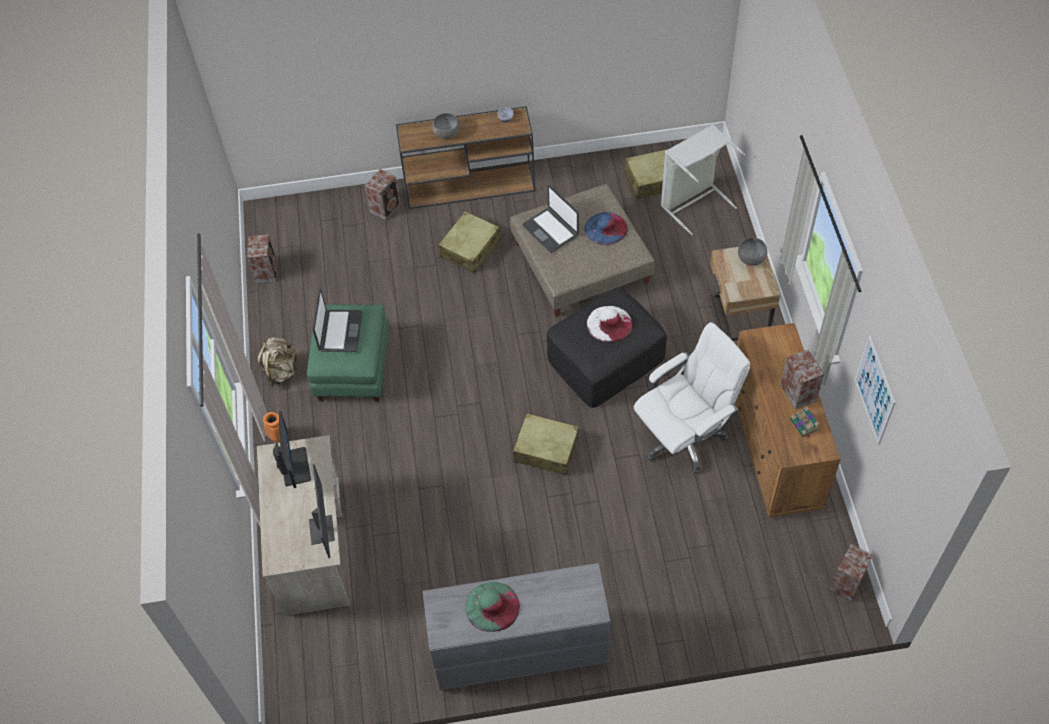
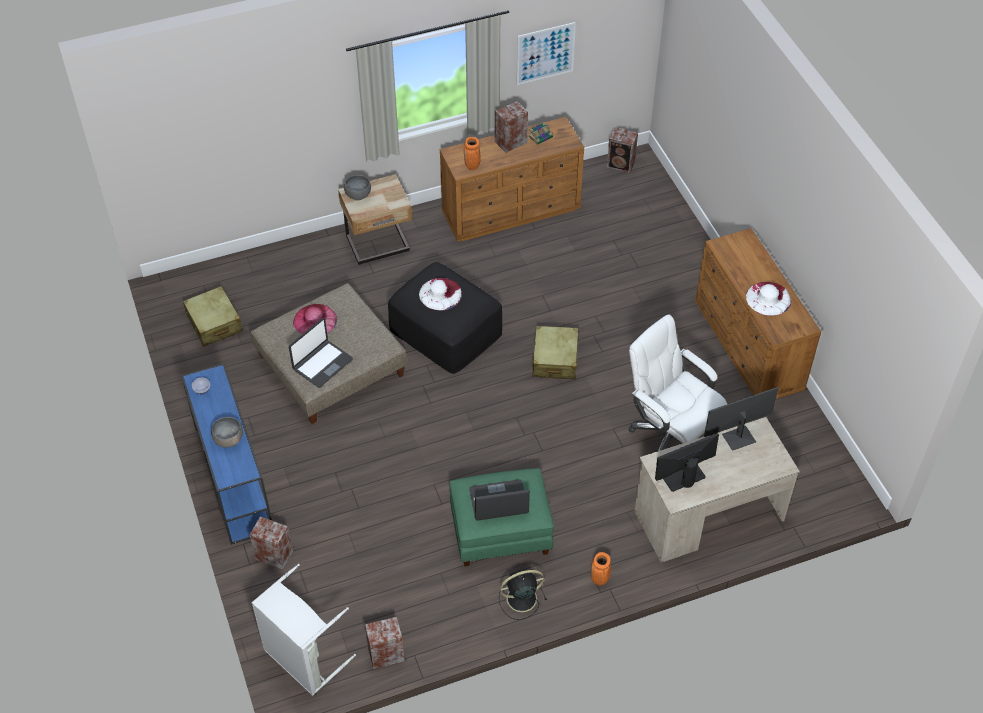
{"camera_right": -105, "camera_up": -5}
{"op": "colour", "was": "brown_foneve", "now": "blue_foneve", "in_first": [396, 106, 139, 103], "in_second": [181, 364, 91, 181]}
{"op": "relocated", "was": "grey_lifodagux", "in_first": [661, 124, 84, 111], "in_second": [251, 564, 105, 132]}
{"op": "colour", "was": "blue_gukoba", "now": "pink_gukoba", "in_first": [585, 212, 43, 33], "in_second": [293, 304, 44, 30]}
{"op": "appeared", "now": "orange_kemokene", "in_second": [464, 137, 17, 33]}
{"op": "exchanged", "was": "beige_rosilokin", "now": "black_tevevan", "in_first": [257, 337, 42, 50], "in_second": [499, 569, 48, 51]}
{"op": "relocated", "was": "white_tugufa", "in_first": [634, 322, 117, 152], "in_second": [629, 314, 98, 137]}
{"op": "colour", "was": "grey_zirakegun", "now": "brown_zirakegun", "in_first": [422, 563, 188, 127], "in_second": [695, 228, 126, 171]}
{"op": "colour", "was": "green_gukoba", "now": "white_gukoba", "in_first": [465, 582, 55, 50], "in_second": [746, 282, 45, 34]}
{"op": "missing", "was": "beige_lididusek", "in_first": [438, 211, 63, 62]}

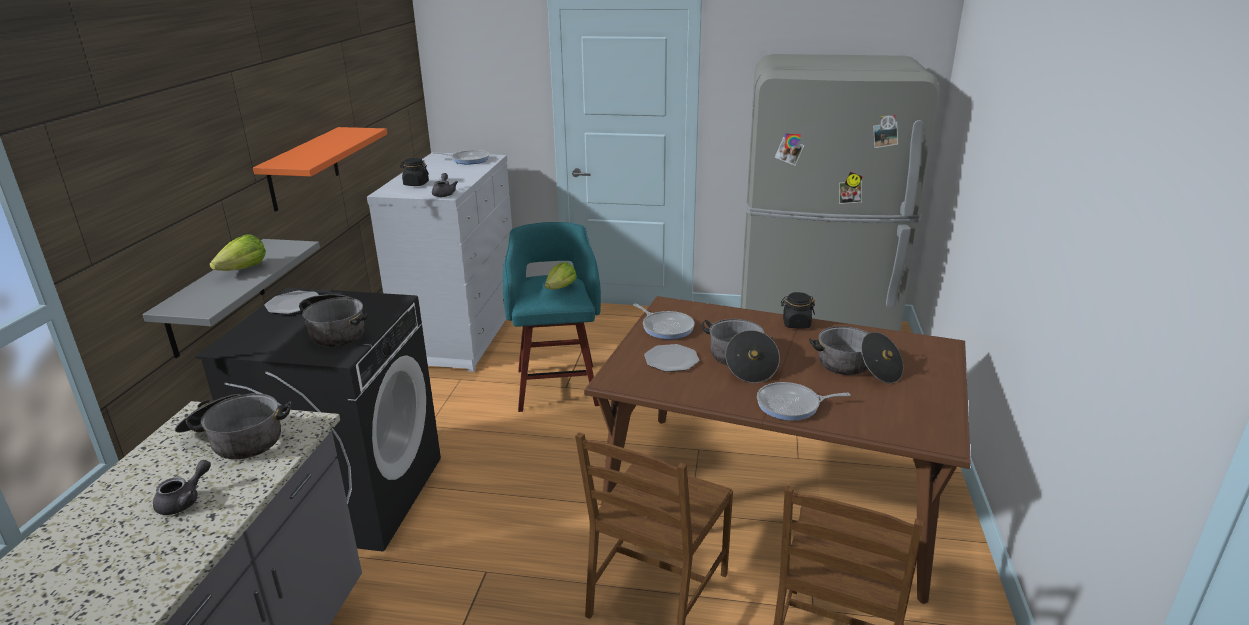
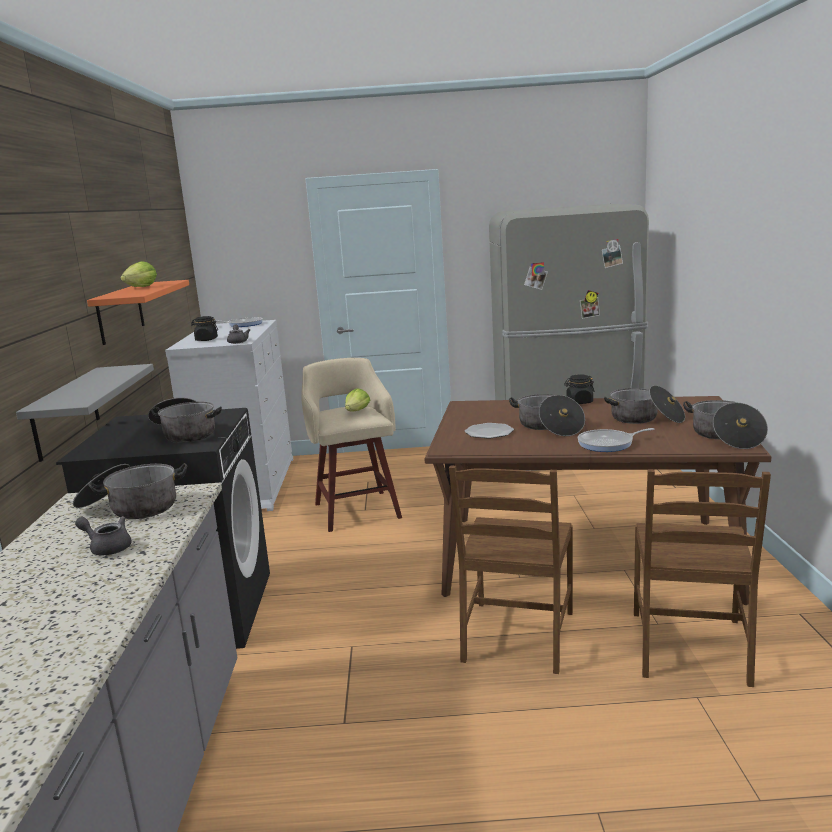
{"camera_right": -10, "camera_up": -10}
{"op": "spun", "was": "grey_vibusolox", "in_first": [153, 460, 58, 55], "in_second": [75, 516, 57, 40], "clockwise": -90}
{"op": "relocated", "was": "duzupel", "in_first": [210, 234, 56, 37], "in_second": [120, 261, 37, 26]}
{"op": "colour", "was": "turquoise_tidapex", "now": "beige_tidapex", "in_first": [503, 222, 98, 190], "in_second": [301, 358, 101, 174]}
{"op": "appeared", "now": "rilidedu", "in_second": [683, 400, 85, 49]}
{"op": "missing", "was": "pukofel", "in_first": [264, 291, 55, 23]}
{"op": "missing", "was": "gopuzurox", "in_first": [633, 304, 62, 35]}

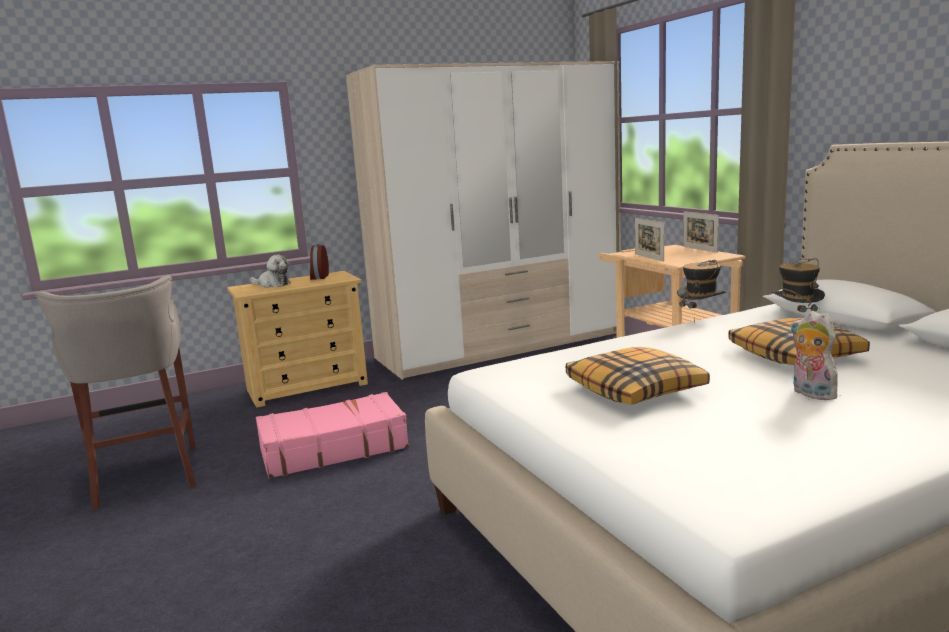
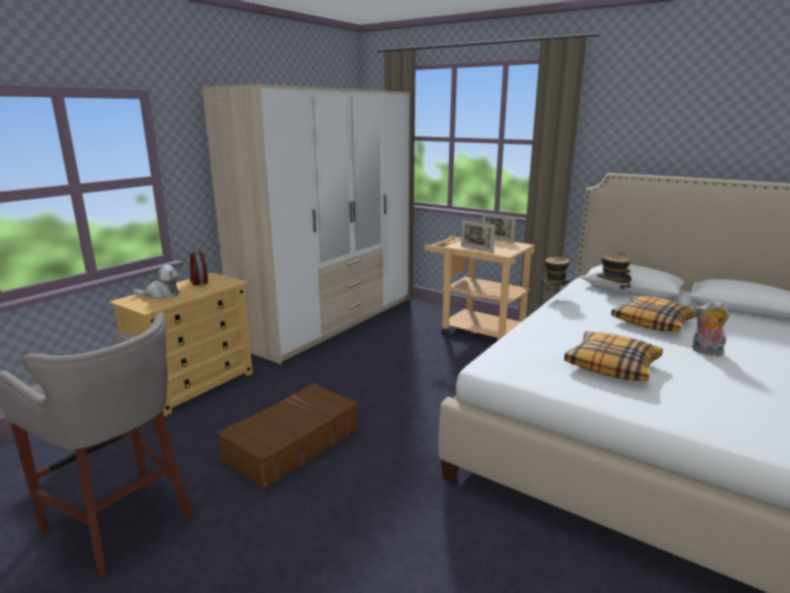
{"camera_right": -30, "camera_up": 5}
{"op": "colour", "was": "pink_lididusek", "now": "brown_lididusek", "in_first": [256, 392, 153, 87], "in_second": [218, 383, 141, 106]}

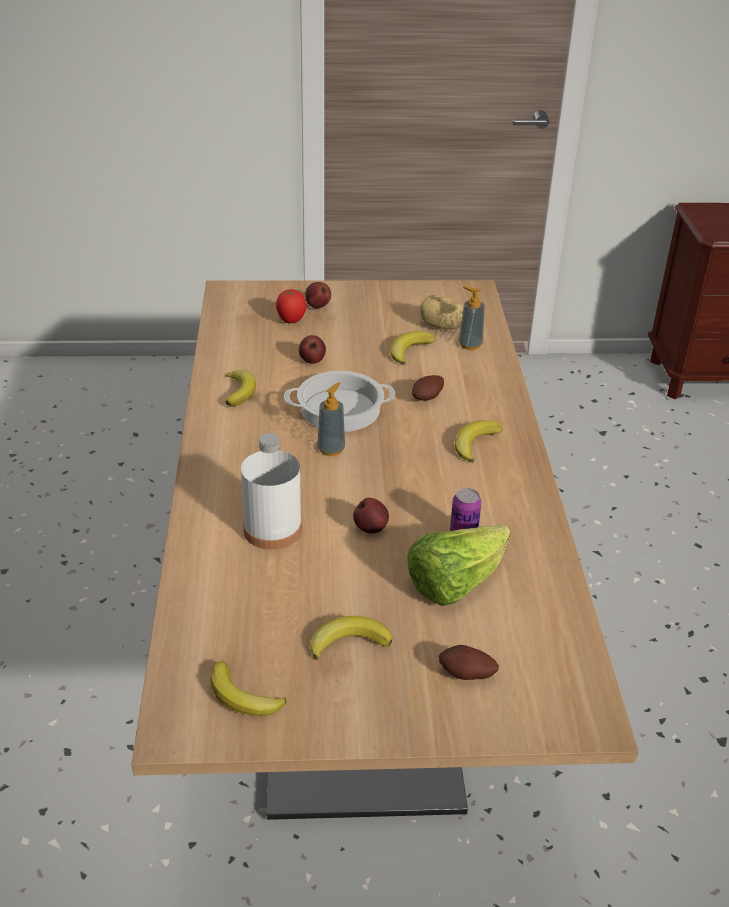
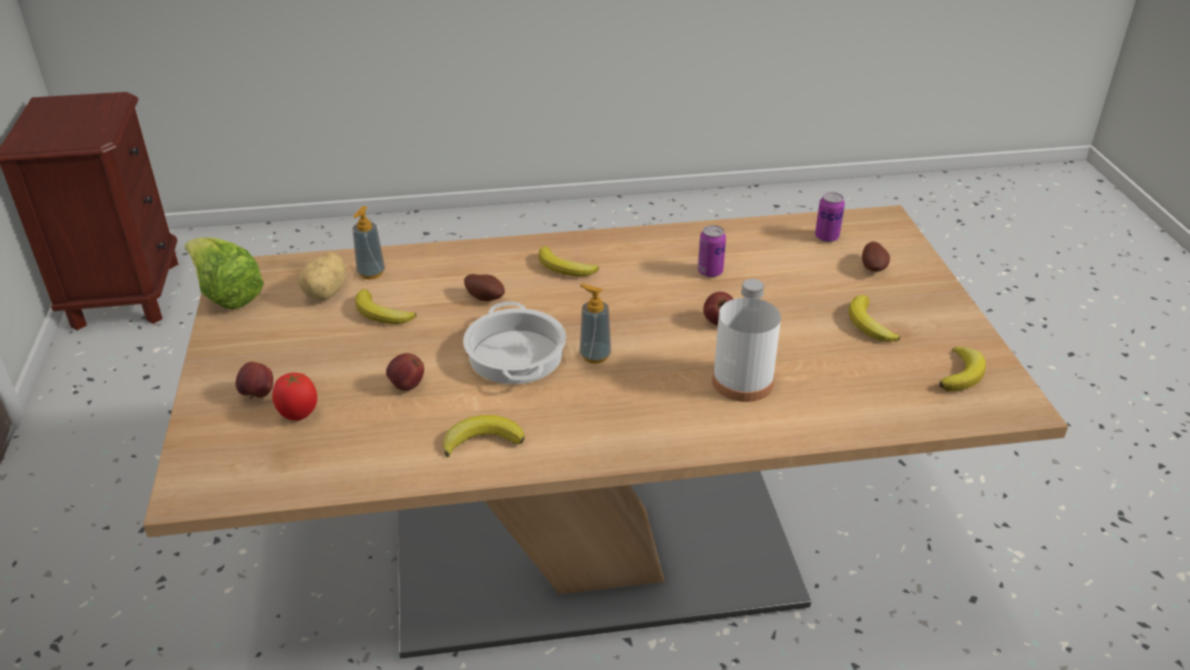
{"camera_right": -95, "camera_up": 0}
{"op": "relocated", "was": "duzupel", "in_first": [407, 525, 103, 81], "in_second": [185, 237, 79, 73]}
{"op": "appeared", "now": "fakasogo", "in_second": [815, 192, 30, 50]}

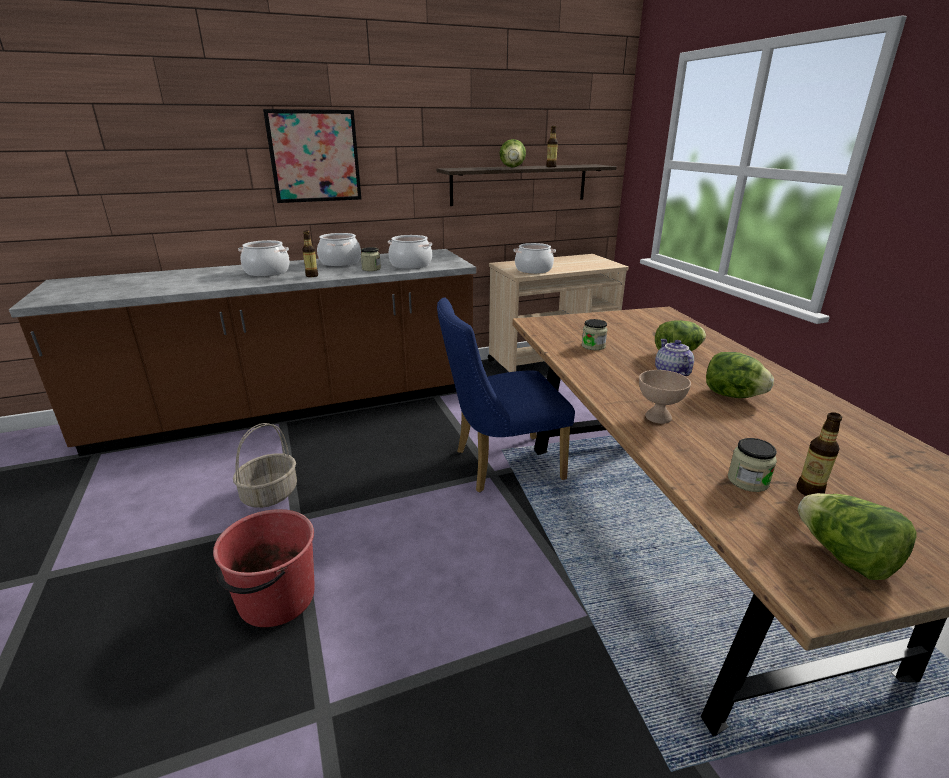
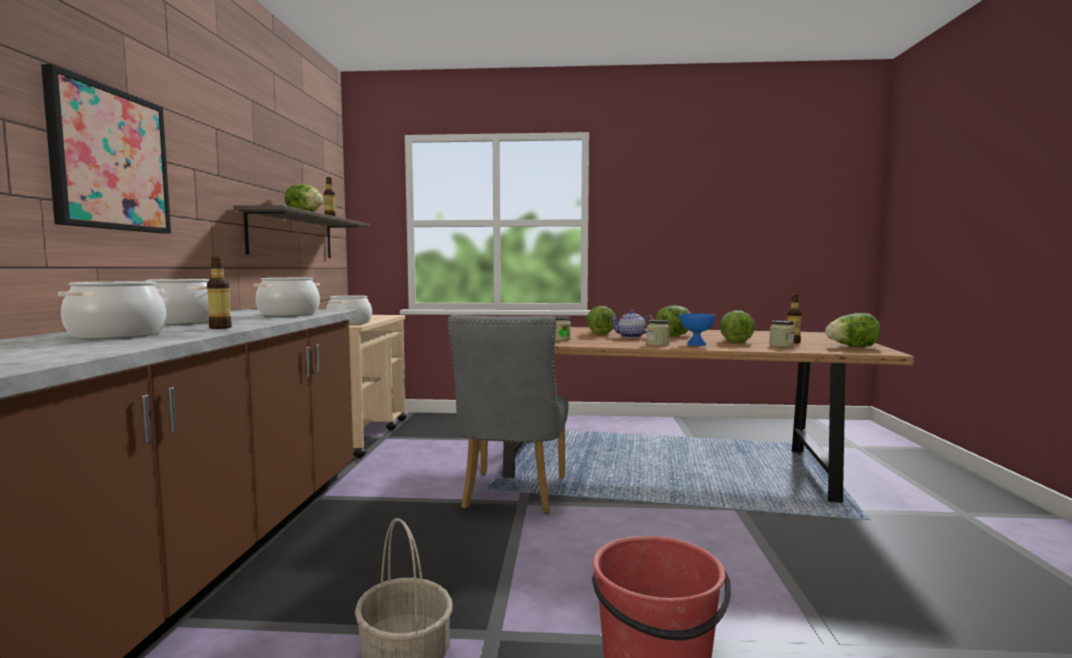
{"camera_right": -65, "camera_up": -20}
{"op": "colour", "was": "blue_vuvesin", "now": "grey_vuvesin", "in_first": [437, 297, 138, 195], "in_second": [448, 315, 121, 199]}
{"op": "relocated", "was": "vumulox", "in_first": [361, 247, 20, 24], "in_second": [647, 320, 23, 26]}
{"op": "colour", "was": "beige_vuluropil", "now": "blue_vuluropil", "in_first": [639, 370, 52, 54], "in_second": [680, 313, 35, 33]}
{"op": "appeared", "now": "duzupel", "in_second": [720, 310, 35, 33]}

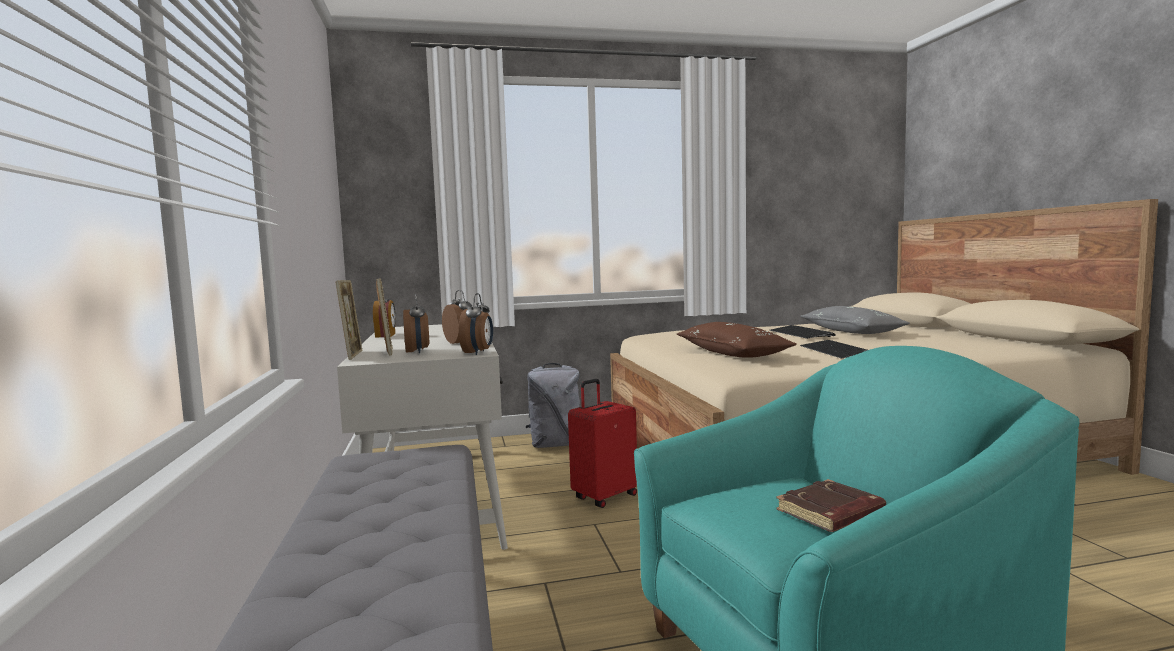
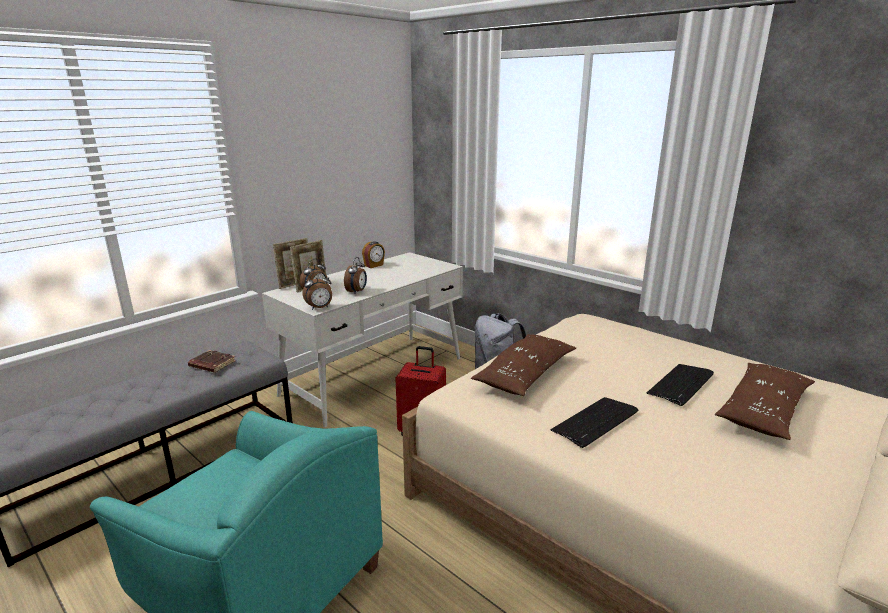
{"camera_right": 55, "camera_up": 15}
{"op": "relocated", "was": "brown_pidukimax", "in_first": [776, 479, 110, 53], "in_second": [188, 350, 48, 23]}
{"op": "colour", "was": "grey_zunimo", "now": "brown_zunimo", "in_first": [800, 306, 110, 28], "in_second": [715, 363, 100, 77]}

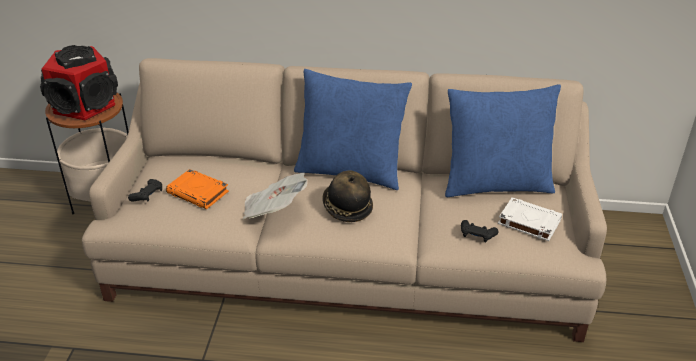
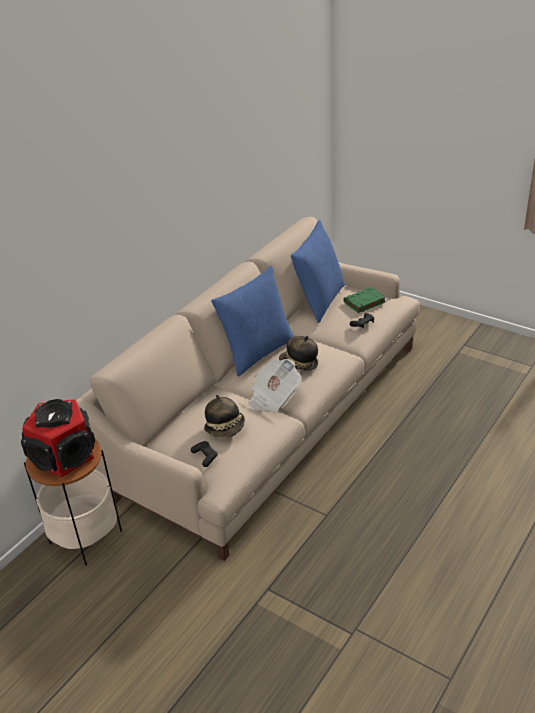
{"camera_right": -60, "camera_up": 0}
{"op": "exchanged", "was": "orange_pidukimax", "now": "gukoba", "in_first": [166, 169, 63, 40], "in_second": [204, 395, 41, 43]}
{"op": "colour", "was": "white_pidukimax", "now": "green_pidukimax", "in_first": [498, 197, 64, 44], "in_second": [343, 287, 43, 26]}

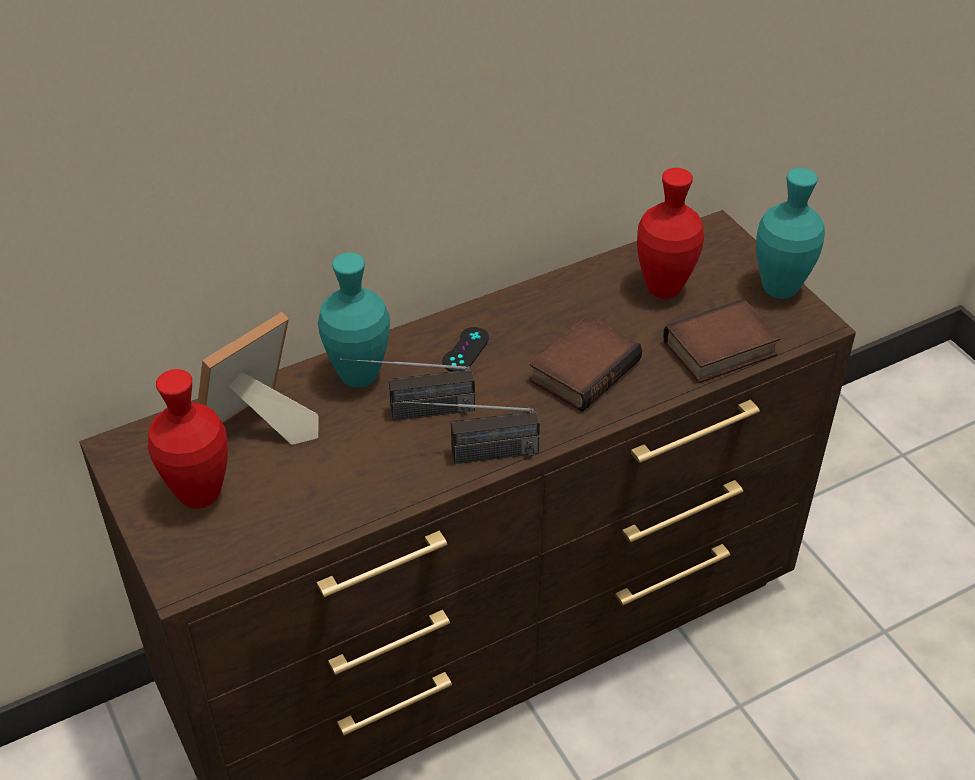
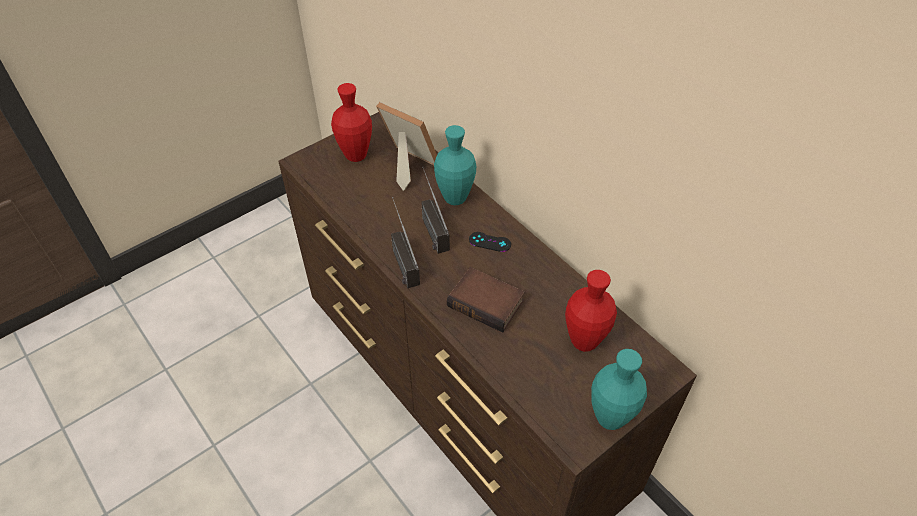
{"camera_right": 80, "camera_up": 5}
{"op": "missing", "was": "pidukimax", "in_first": [663, 299, 118, 84]}

